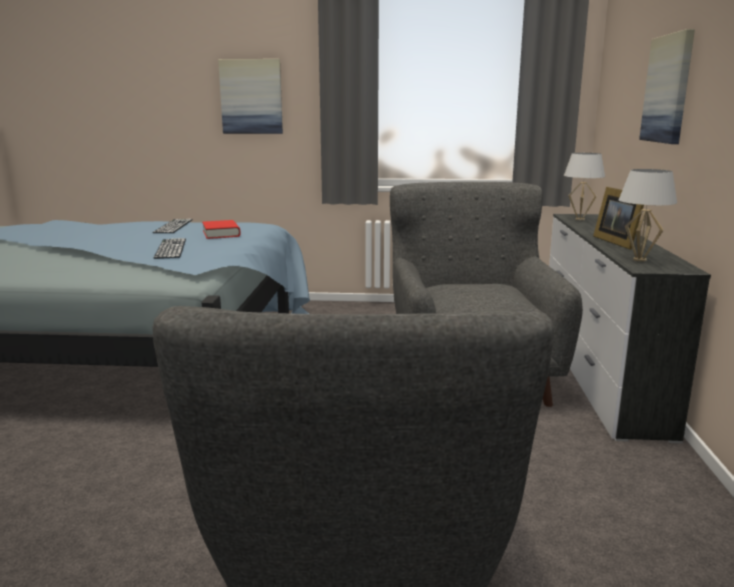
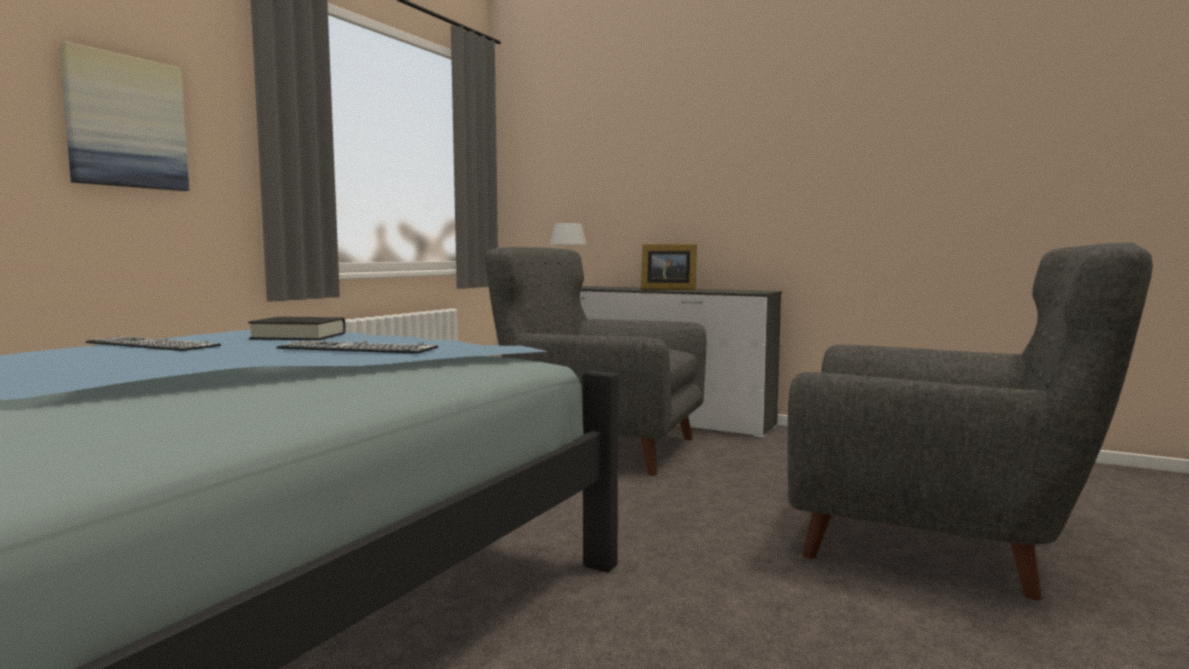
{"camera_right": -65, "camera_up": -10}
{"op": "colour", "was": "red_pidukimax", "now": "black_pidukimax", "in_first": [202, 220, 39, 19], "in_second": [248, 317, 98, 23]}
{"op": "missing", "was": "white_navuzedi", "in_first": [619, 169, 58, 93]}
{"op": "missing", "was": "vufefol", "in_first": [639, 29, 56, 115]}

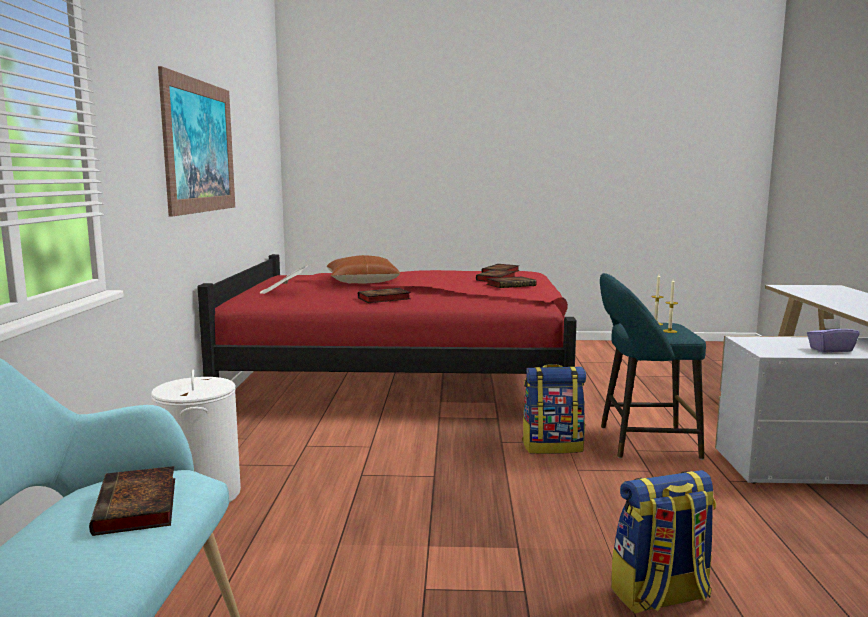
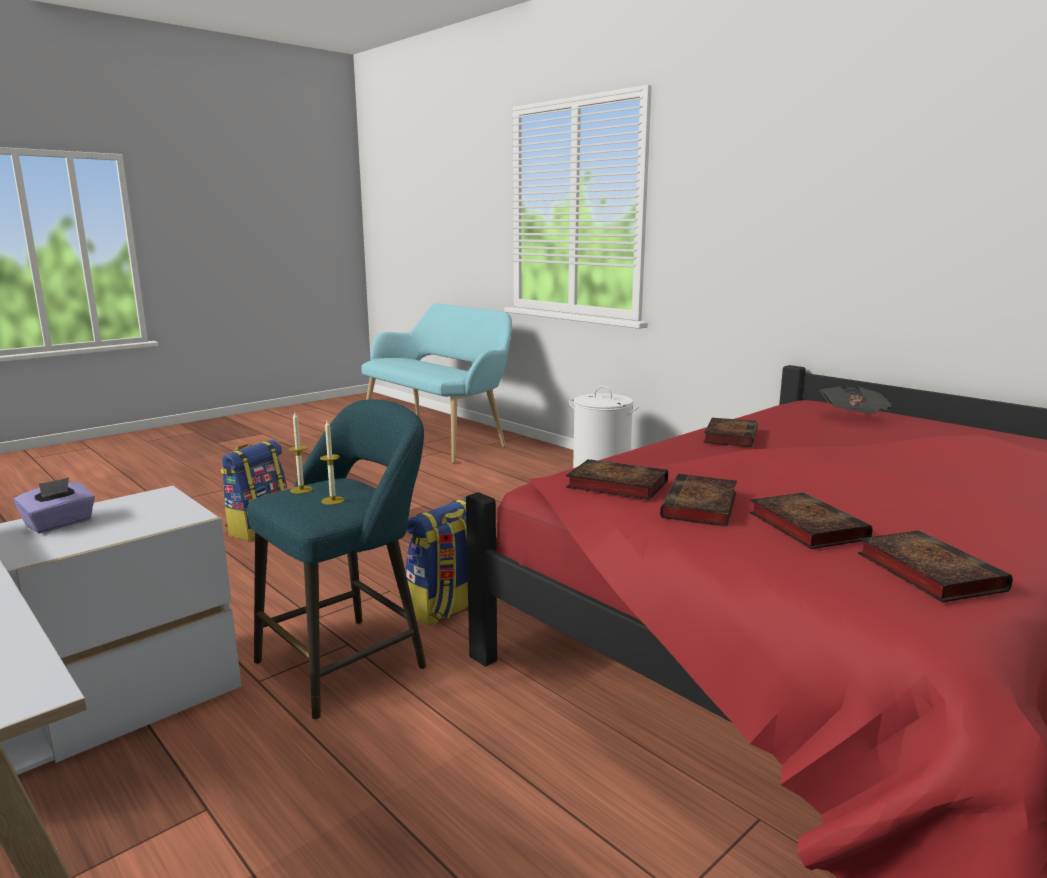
{"camera_right": 135, "camera_up": 5}
{"op": "relocated", "was": "pidukimax", "in_first": [89, 466, 86, 70], "in_second": [566, 459, 102, 41]}
{"op": "missing", "was": "vufefol", "in_first": [158, 66, 77, 151]}
{"op": "missing", "was": "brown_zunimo", "in_first": [327, 255, 73, 28]}

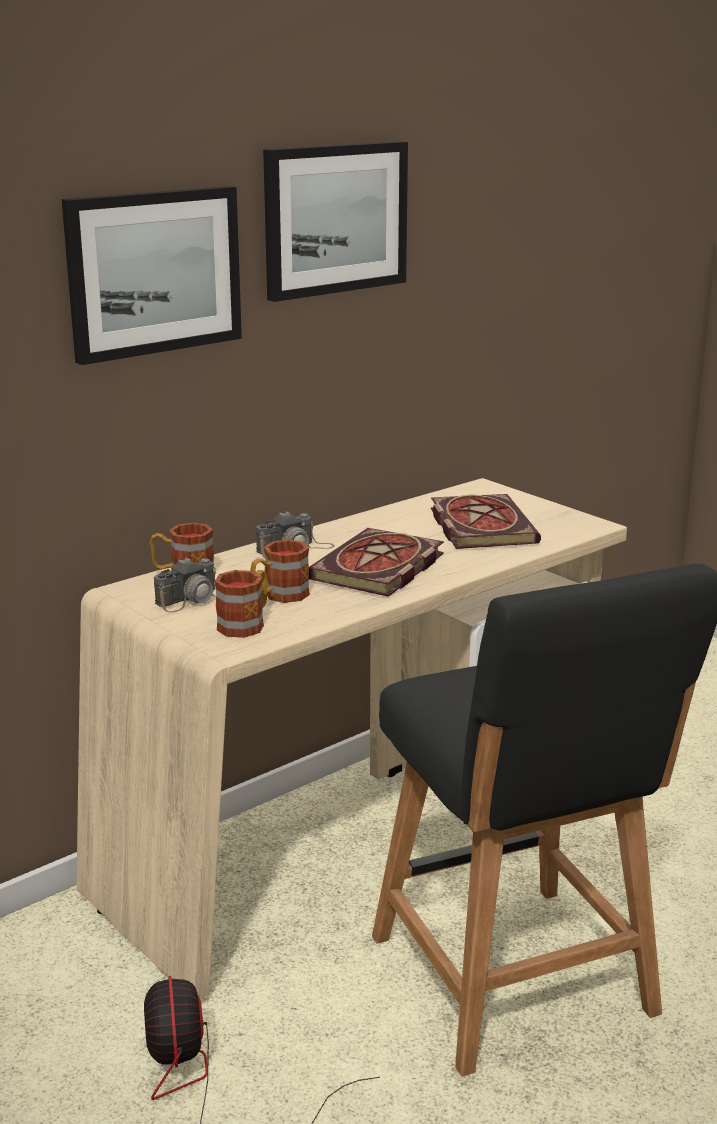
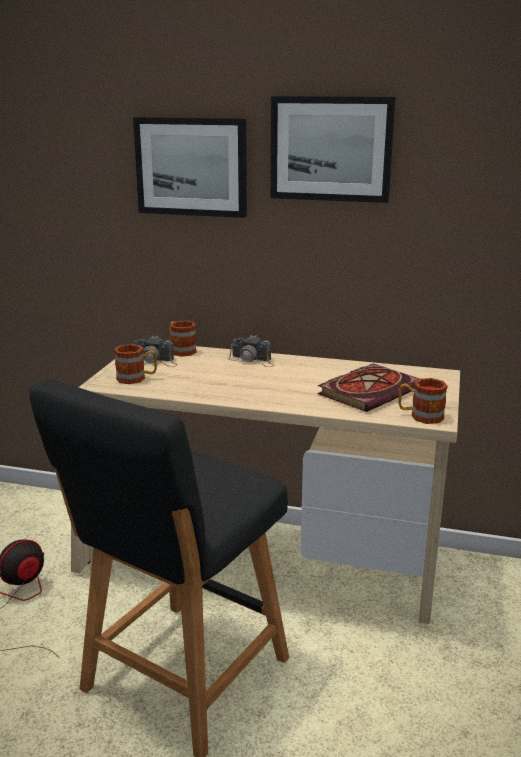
{"camera_right": 55, "camera_up": 0}
{"op": "relocated", "was": "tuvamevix", "in_first": [250, 539, 60, 64], "in_second": [398, 378, 50, 46]}
{"op": "missing", "was": "pidukimax", "in_first": [309, 528, 135, 69]}

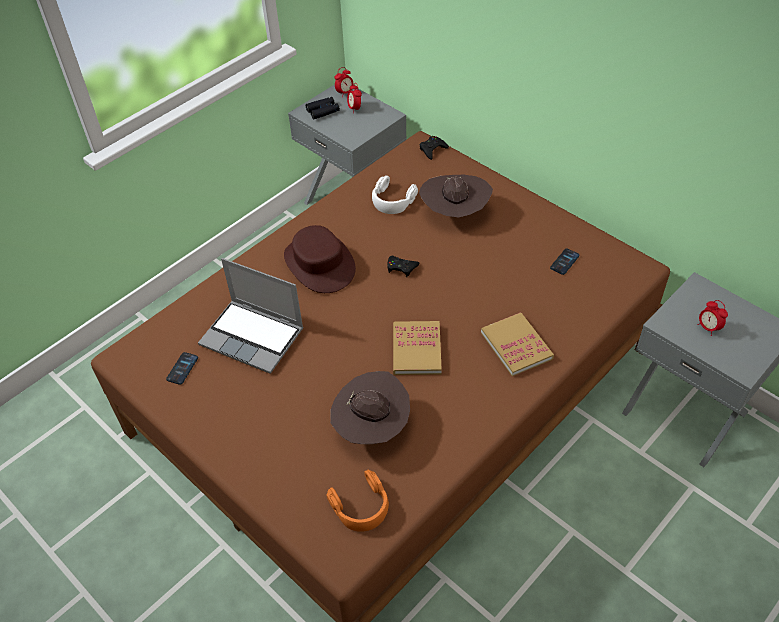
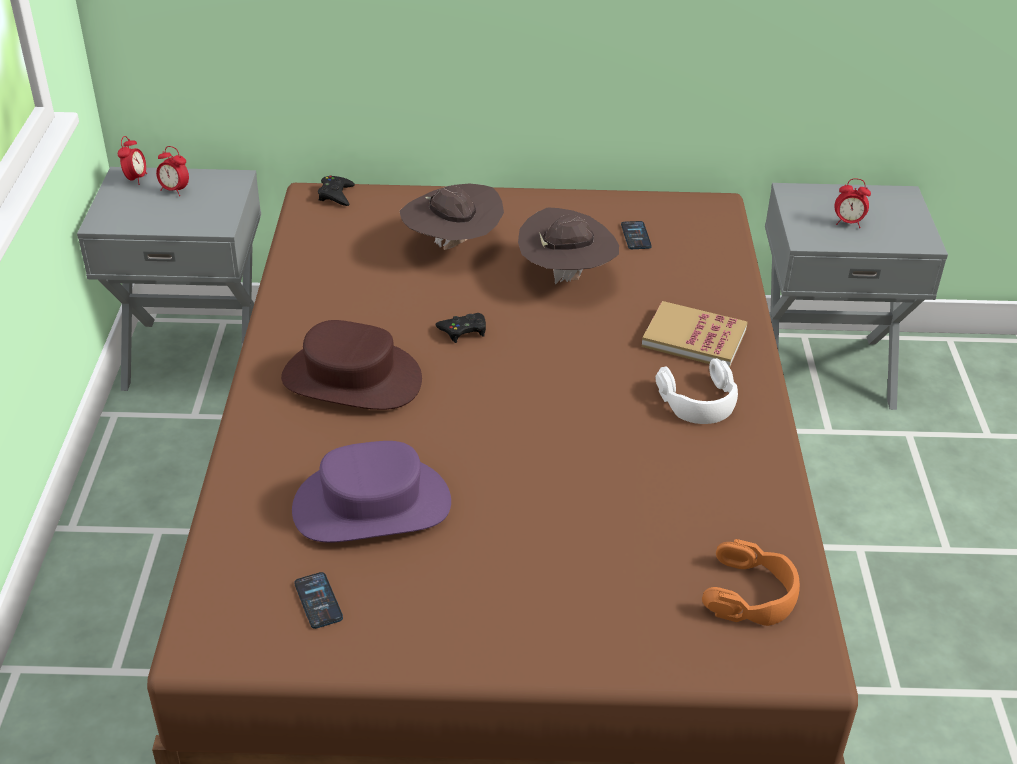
{"camera_right": -45, "camera_up": -10}
{"op": "exchanged", "was": "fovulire", "now": "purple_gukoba", "in_first": [198, 258, 106, 116], "in_second": [292, 441, 159, 102]}
{"op": "relocated", "was": "brown_gukoba", "in_first": [330, 371, 80, 73], "in_second": [518, 207, 101, 77]}
{"op": "relocated", "was": "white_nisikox", "in_first": [372, 175, 46, 39], "in_second": [656, 358, 82, 66]}
{"op": "missing", "was": "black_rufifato", "in_first": [306, 97, 34, 22]}
{"op": "missing", "was": "pidukimax", "in_first": [393, 321, 49, 54]}

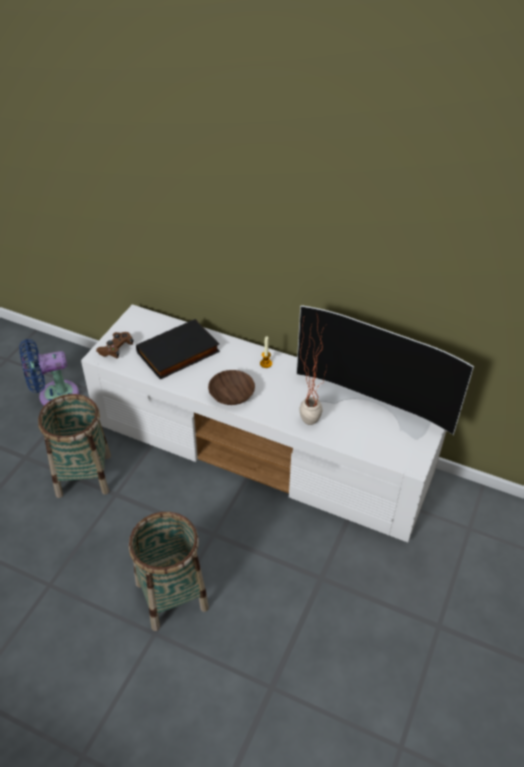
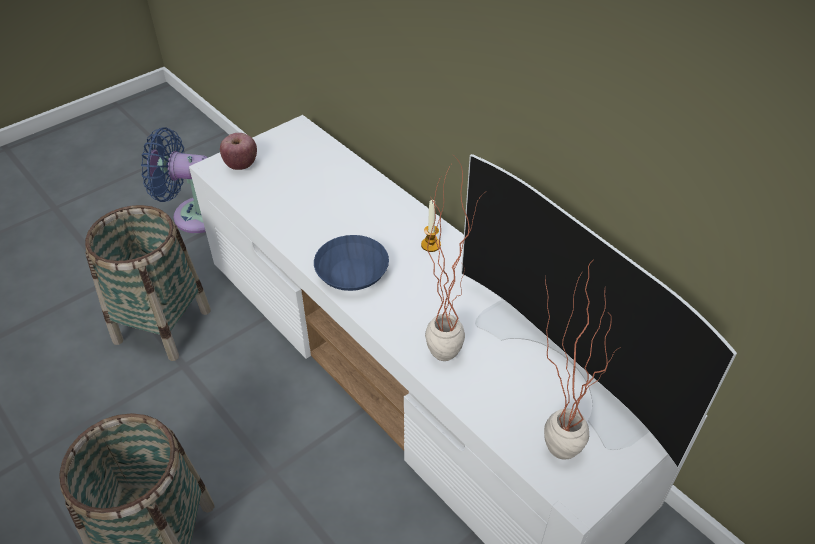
{"camera_right": 25, "camera_up": 0}
{"op": "exchanged", "was": "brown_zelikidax", "now": "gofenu", "in_first": [96, 332, 37, 26], "in_second": [220, 133, 37, 37]}
{"op": "colour", "was": "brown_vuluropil", "now": "blue_vuluropil", "in_first": [208, 370, 47, 35], "in_second": [314, 235, 75, 56]}
{"op": "appeared", "now": "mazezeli", "in_second": [544, 259, 77, 201]}
{"op": "missing", "was": "black_pidukimax", "in_first": [136, 319, 84, 60]}

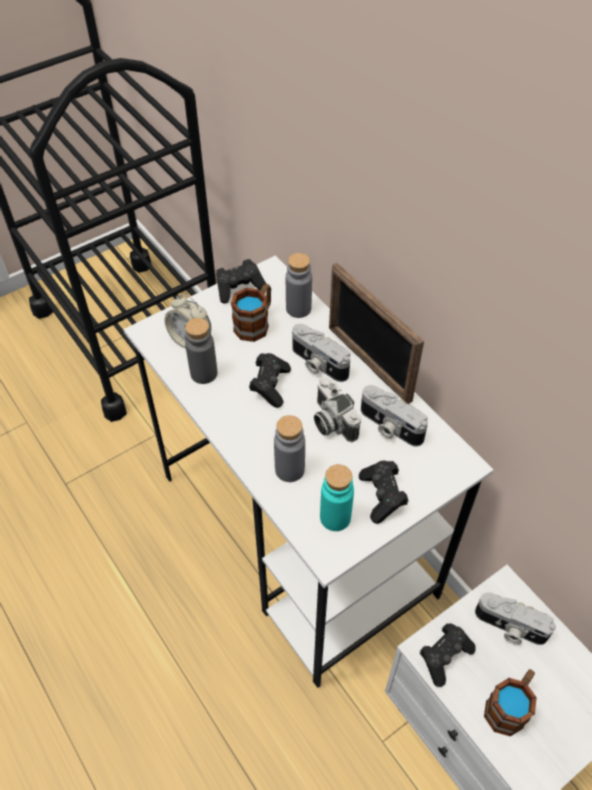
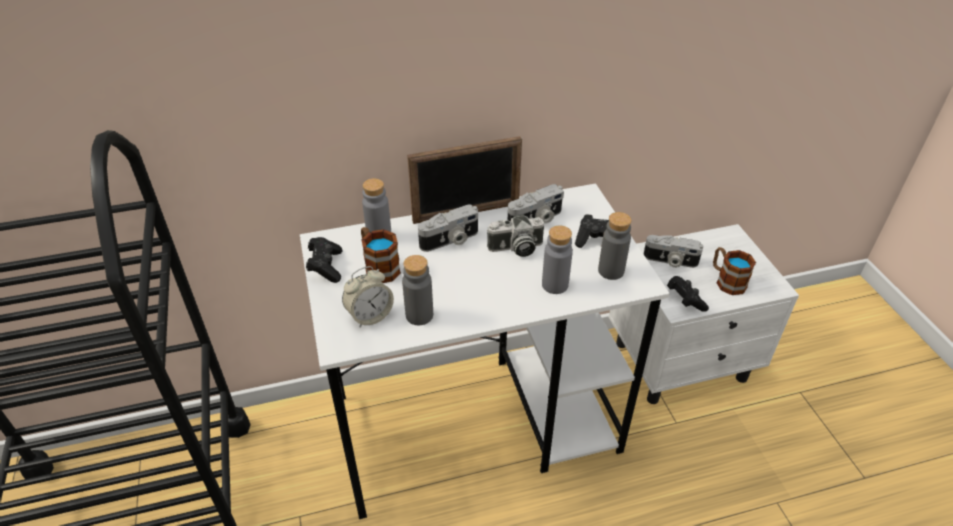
{"camera_right": -70, "camera_up": -10}
{"op": "colour", "was": "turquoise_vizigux", "now": "grey_vizigux", "in_first": [320, 464, 34, 67], "in_second": [598, 212, 34, 68]}
{"op": "spun", "was": "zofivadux", "in_first": [475, 592, 81, 53], "in_second": [644, 235, 59, 33], "clockwise": 60}
{"op": "missing", "was": "black_zelikidax", "in_first": [249, 353, 42, 55]}

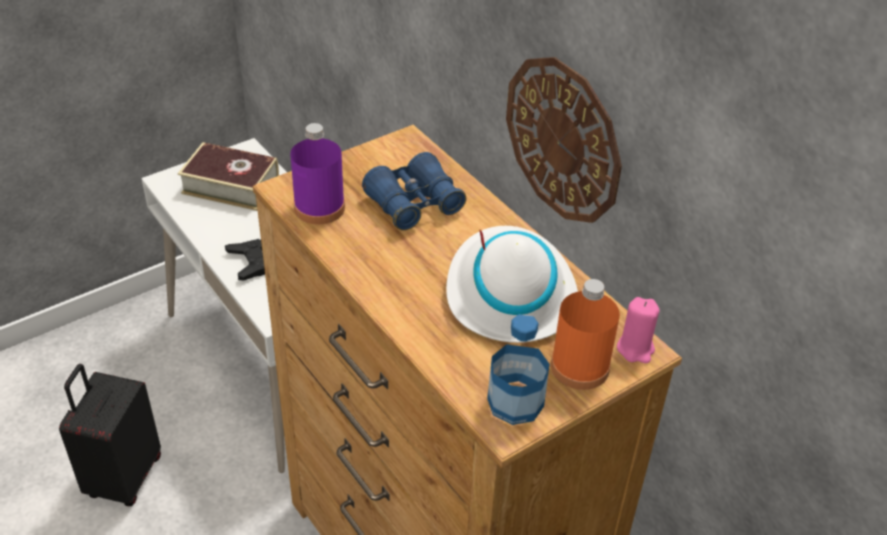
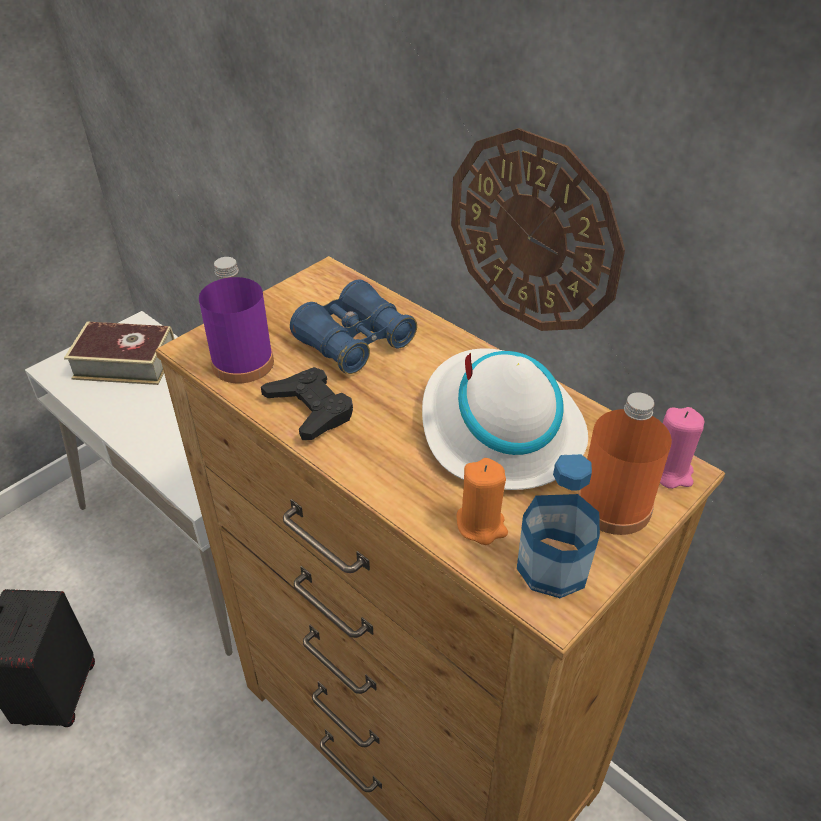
{"camera_right": -10, "camera_up": 0}
{"op": "relocated", "was": "black_zelikidax", "in_first": [225, 239, 40, 42], "in_second": [261, 367, 92, 73]}
{"op": "appeared", "now": "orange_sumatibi", "in_second": [457, 458, 51, 87]}

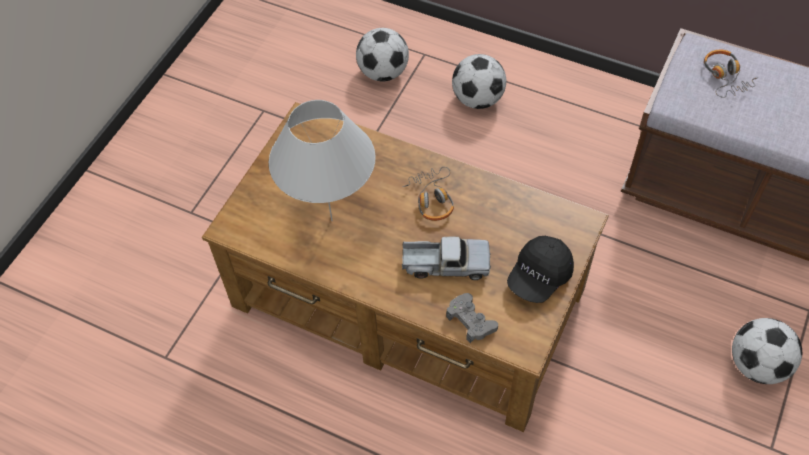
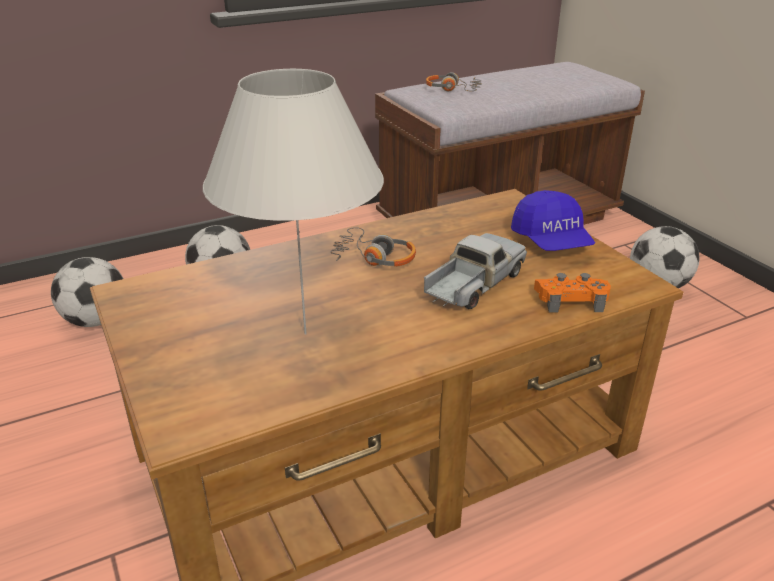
{"camera_right": -55, "camera_up": -25}
{"op": "colour", "was": "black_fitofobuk", "now": "blue_fitofobuk", "in_first": [507, 236, 67, 67], "in_second": [511, 190, 84, 61]}
{"op": "colour", "was": "grey_zelikidax", "now": "orange_zelikidax", "in_first": [446, 293, 52, 50], "in_second": [534, 273, 77, 40]}

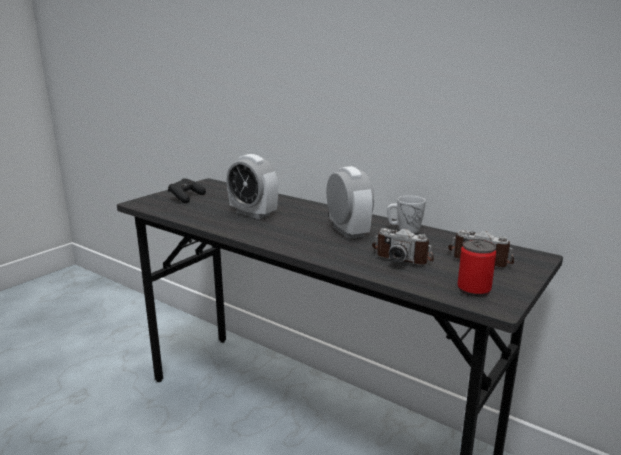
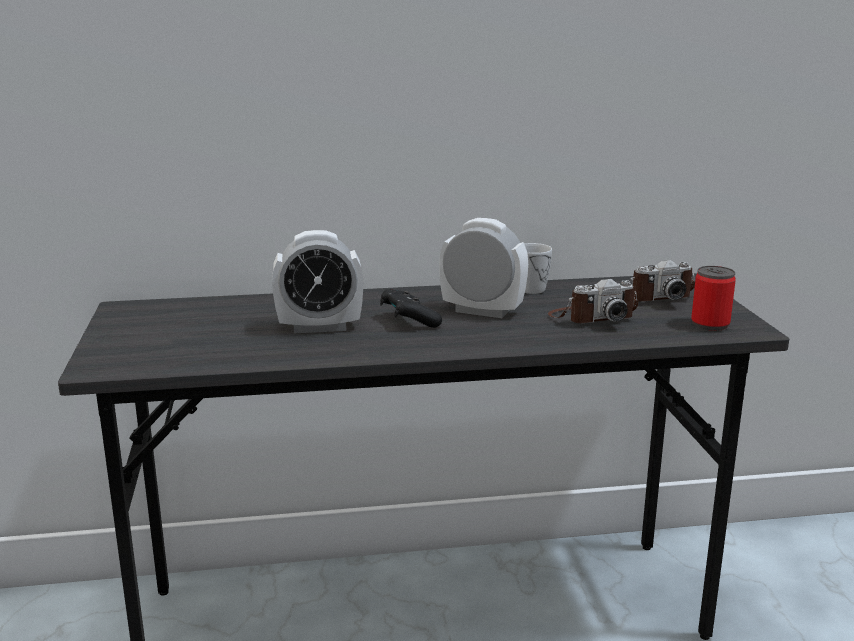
{"camera_right": -45, "camera_up": 0}
{"op": "relocated", "was": "black_zelikidax", "in_first": [168, 179, 38, 24], "in_second": [380, 289, 62, 39]}

